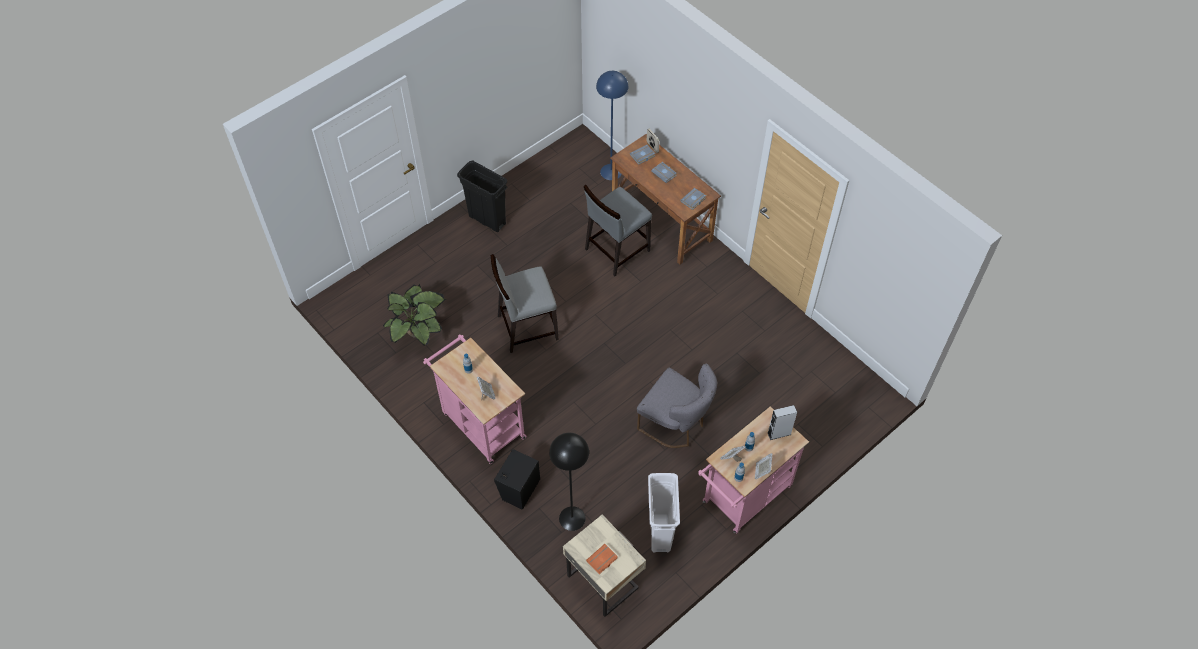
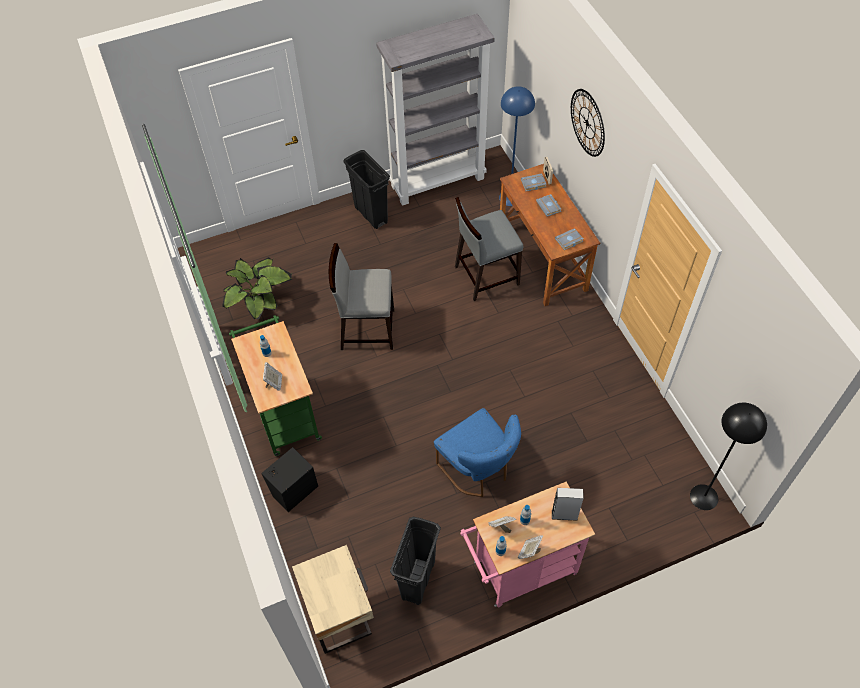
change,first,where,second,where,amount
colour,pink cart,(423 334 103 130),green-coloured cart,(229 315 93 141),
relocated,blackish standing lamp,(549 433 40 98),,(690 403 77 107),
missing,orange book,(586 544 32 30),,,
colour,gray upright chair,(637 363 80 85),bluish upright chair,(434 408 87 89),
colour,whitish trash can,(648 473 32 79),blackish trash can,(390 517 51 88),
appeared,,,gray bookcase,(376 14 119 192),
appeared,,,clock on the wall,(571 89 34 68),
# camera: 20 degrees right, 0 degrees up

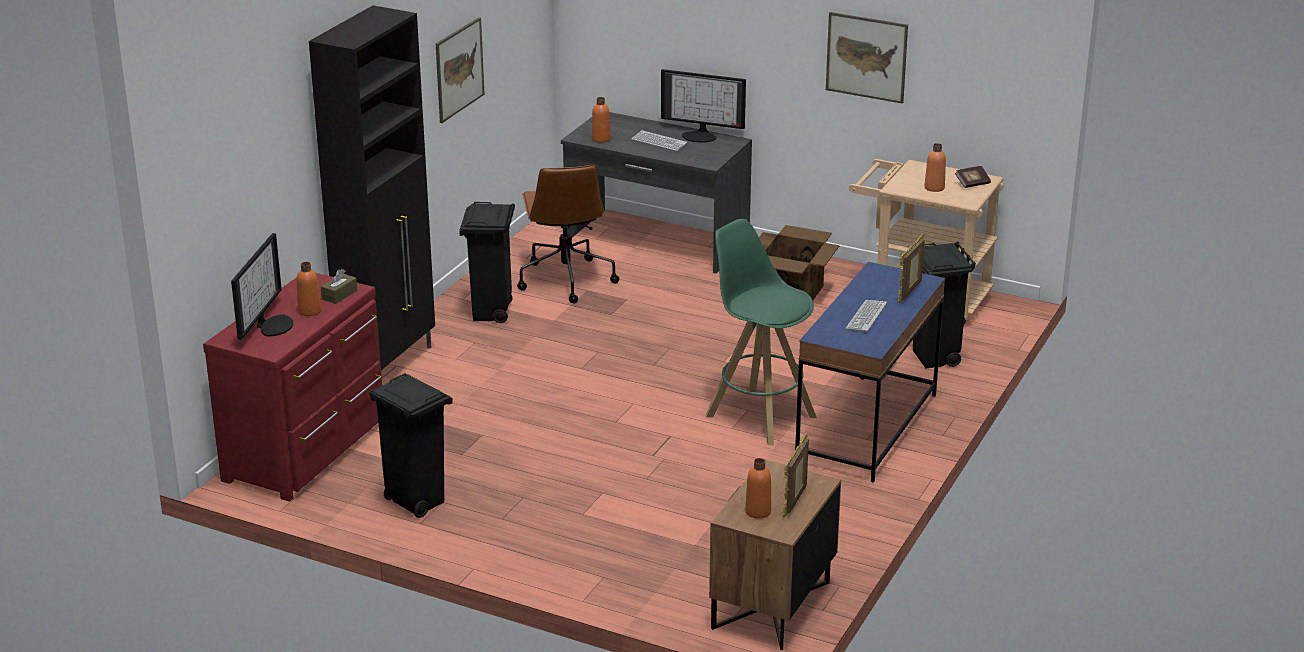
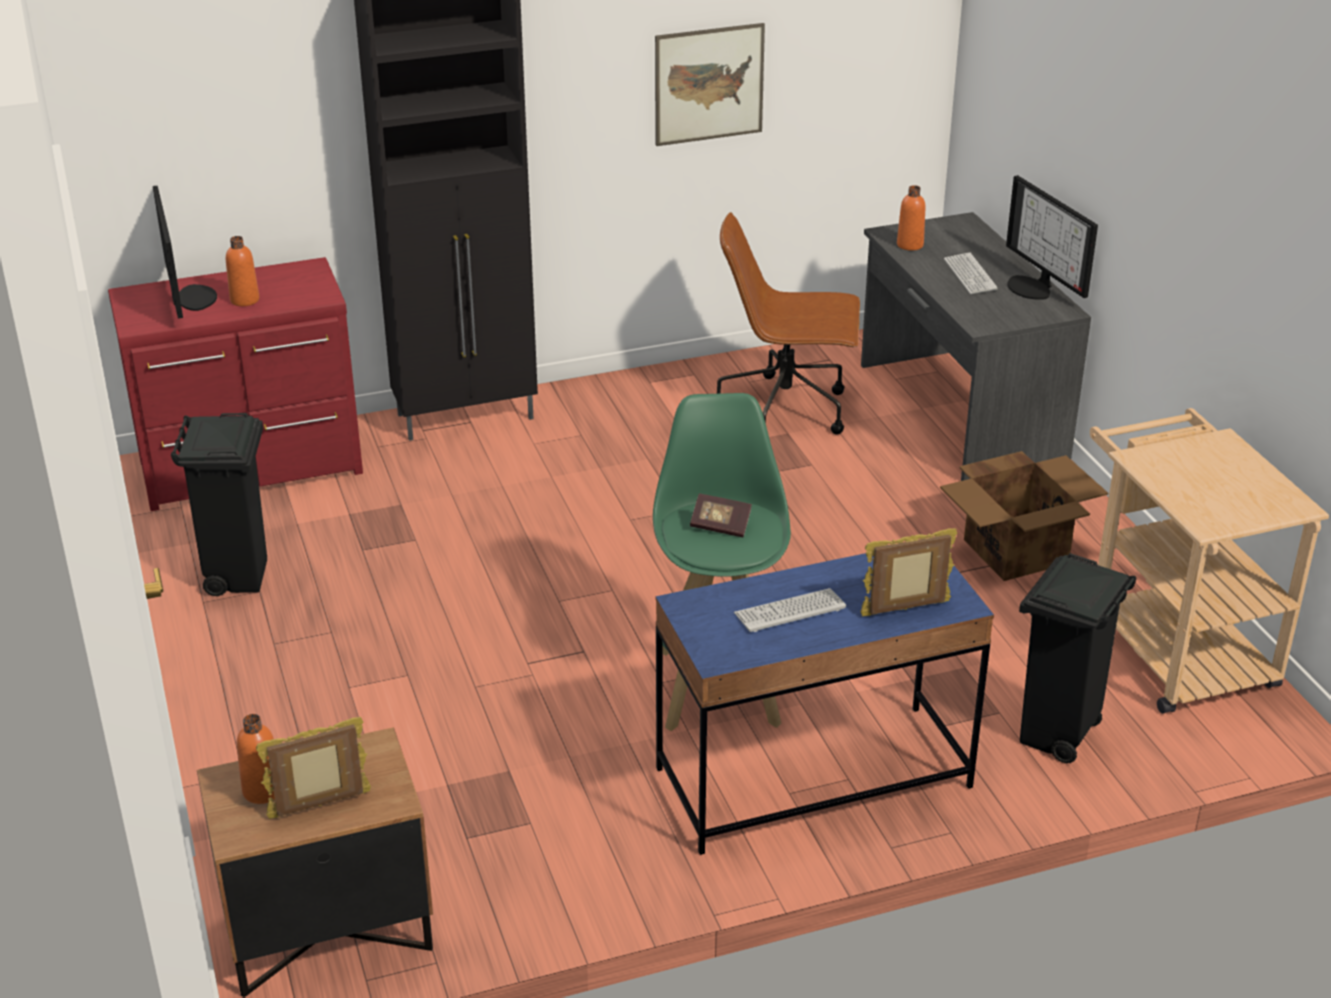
change,first,where,second,where,amount
spun,monitor,(231 233 62 107),,(153 186 64 133),75 degrees counterclockwise
missing,brownish box of tissues,(321 269 36 35),,,
missing,blackish trash can,(459 202 56 121),,,
spun,brownish computer chair,(517 165 102 138),,(717 212 143 223),60 degrees clockwise
missing,wall art,(826 12 82 92),,,
missing,orange drink bottle,(925 143 21 49),,,
relocated,book,(955 166 36 22),,(690 494 62 43),
# camera: 45 degrees right, 5 degrees up

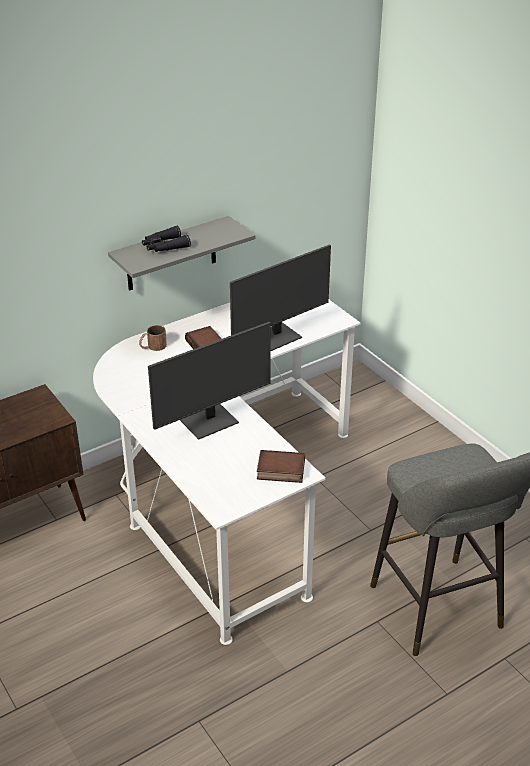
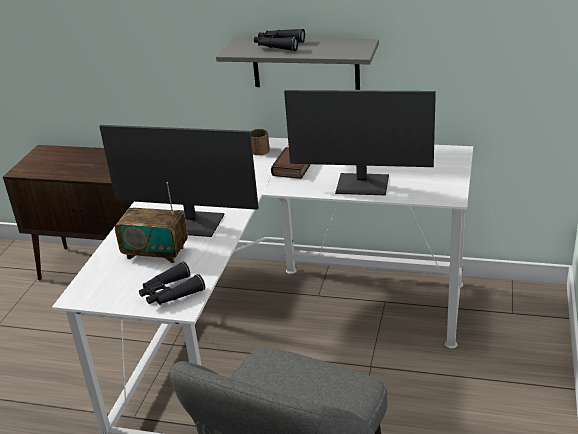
change,first,where,second,where,amount
exchanged,book,(257 450 48 33),blackish binoculars,(139 261 66 44),
appeared,,,radio receiver,(115 182 73 81),
# camera: 50 degrees right, 5 degrees down

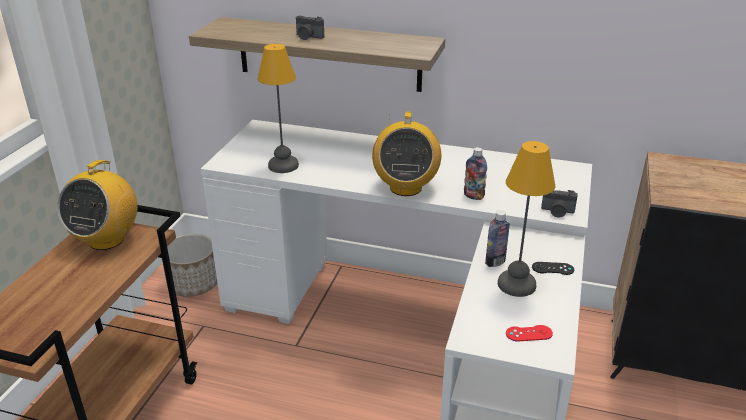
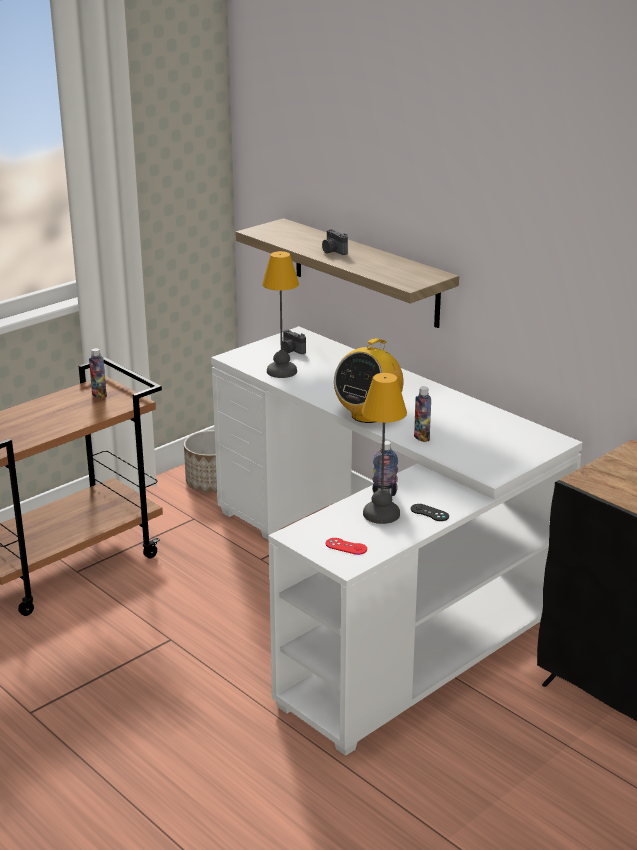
change,first,where,second,where,amount
exchanged,radio receiver,(57 160 80 90),drink bottle,(89 348 18 51),
relocated,still camera,(541 190 37 27),,(282 330 24 24),
# camera: 30 degrees right, 5 degrees down

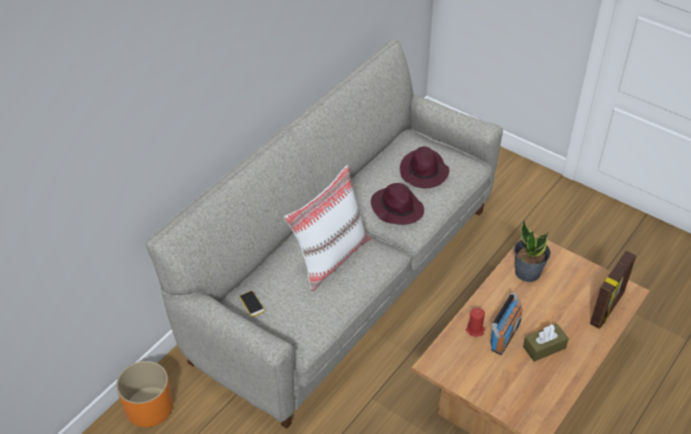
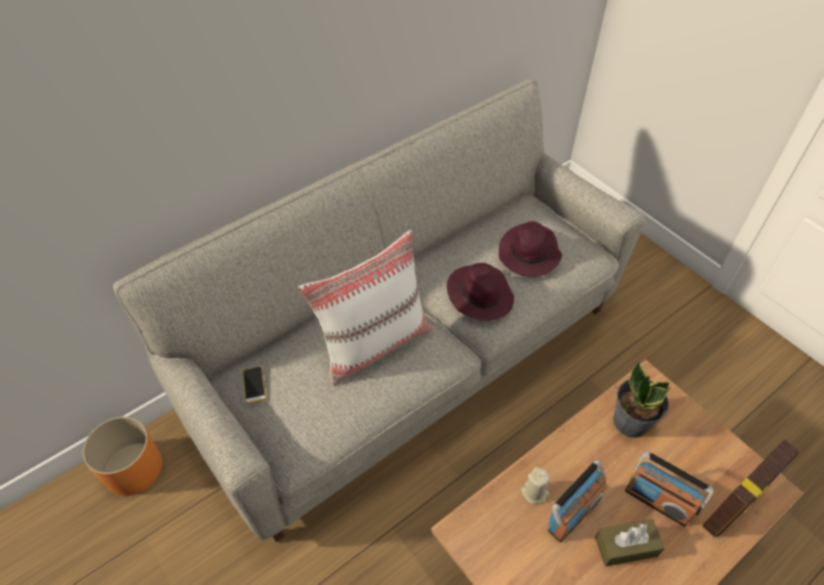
change,first,where,second,where,amount
colour,red candle,(466 308 19 29),sand-coloured candle,(521 467 30 37),
appeared,,,radio receiver,(625 450 89 77),
# camera: 15 degrees right, 5 degrees up

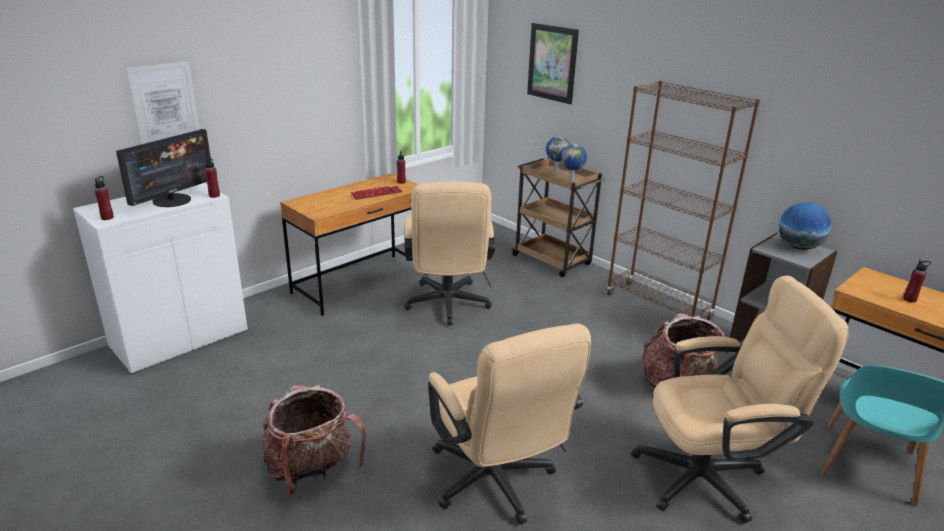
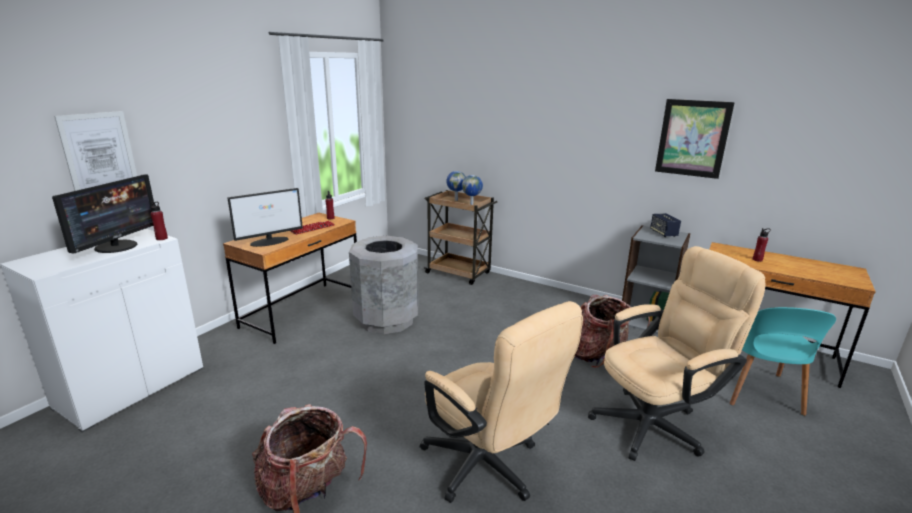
change,first,where,second,where,amount
missing,red drink bottle,(95 176 19 44),,,
exchanged,sand-coloured computer chair,(404 181 91 144),gray trash can,(349 236 69 98),
relocated,wall art,(527 23 52 81),,(655 99 80 80),
missing,brownish bookcase,(606 81 154 239),,,
exchanged,globe,(779 202 52 48),audio speaker,(650 213 31 24),
appeared,,,monitor,(227 188 76 59),
# camera: 15 degrees left, 5 degrees down

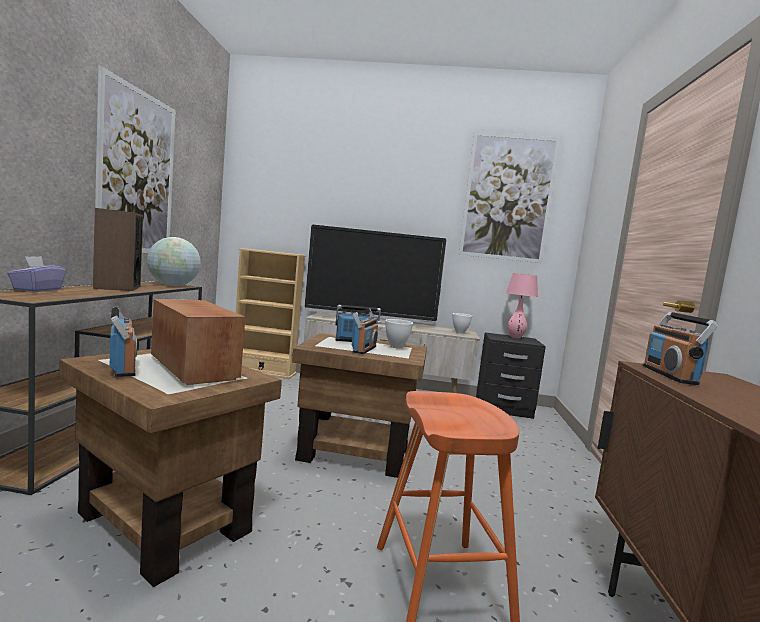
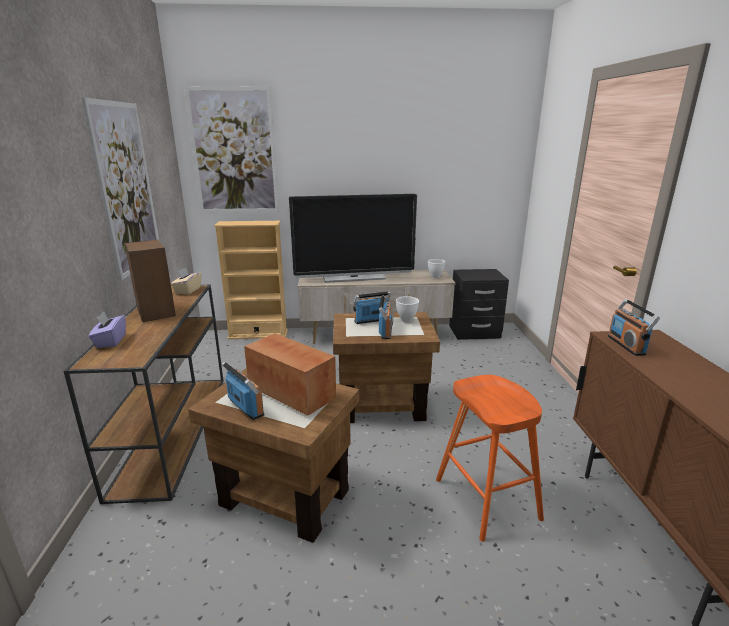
change,first,where,second,where,amount
exchanged,globe,(147 237 54 49),sand-coloured box of tissues,(171 267 30 28),
relocated,wall art,(458 131 103 132),,(184 86 95 127),
missing,pink table lamp,(506 273 32 65),,,
# camera: 10 degrees left, 15 degrees up

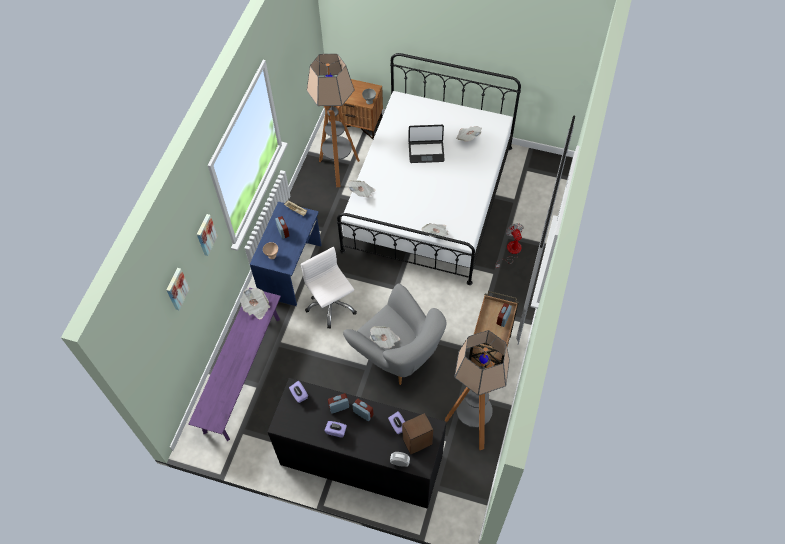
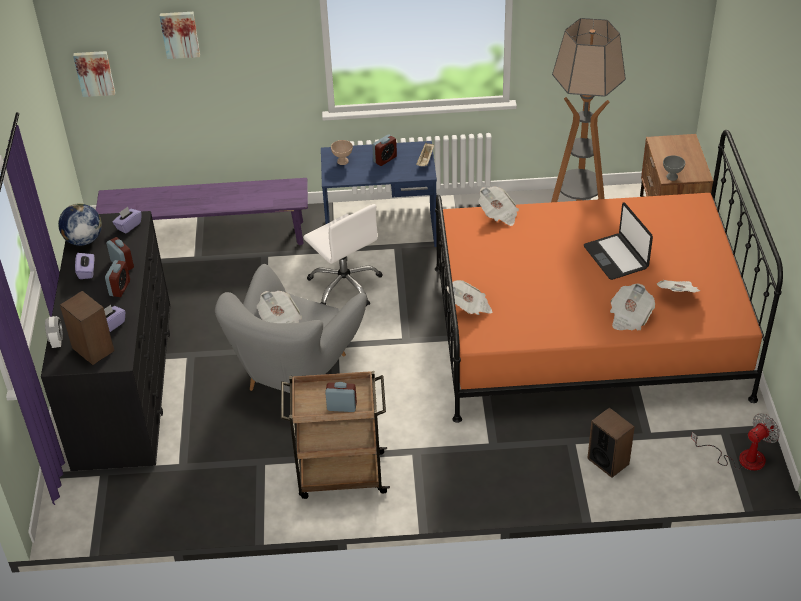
change,first,where,second,where,amount
relocated,wall art,(197 214 21 42),,(73 51 42 46),
relocated,newspaper,(240 288 30 32),,(610 283 45 47),
spun,whitish computer chair,(301 247 56 82),,(303 204 80 102),105 degrees clockwise
colour,whitish sleeping bed,(337 53 184 232),orange sleeping bed,(435 130 348 293),
missing,standing lamp,(445 330 65 120),,,
relocated,electric fan,(495 223 29 45),,(691 413 89 58),
appeared,,,globe,(58 203 44 43),
appeared,,,audio speaker,(587 407 48 71),
# camera: 70 degrees right, 15 degrees down

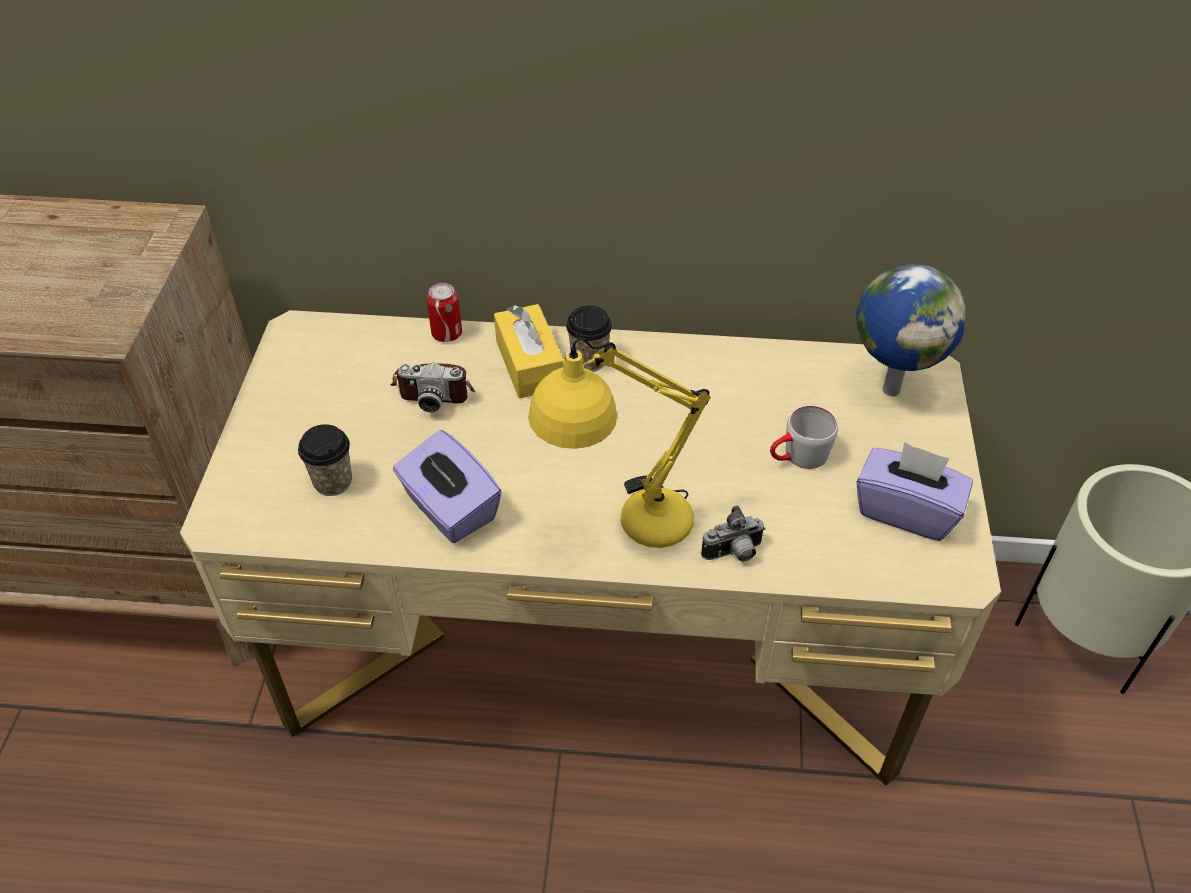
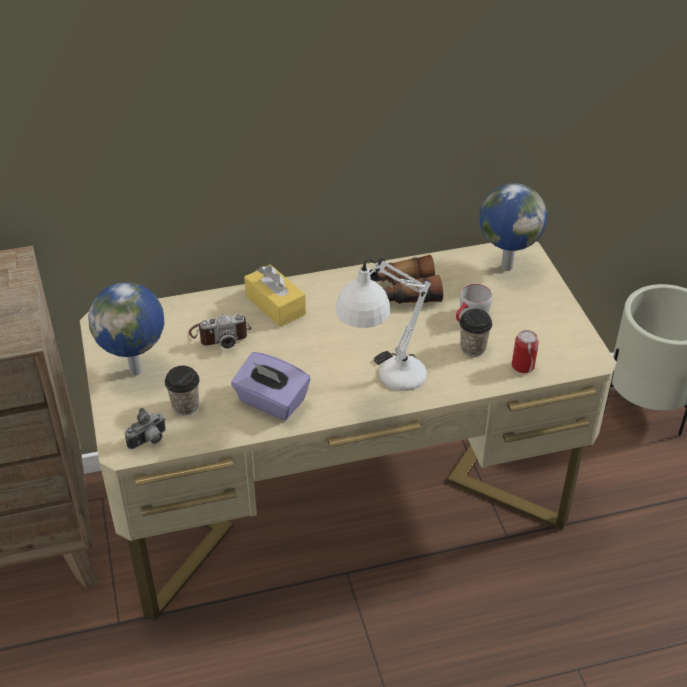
change,first,where,second,where,amount
relocated,can,(427 283 35 59),,(512 330 27 43),
colour,yellow table lamp,(528 338 183 210),whitish table lamp,(335 257 96 134),
relocated,drinking cup,(566 305 46 67),,(459 309 33 47),
relocated,still camera,(701 505 64 57),,(125 408 41 41),
missing,purplish box of tissues,(856 442 117 99),,,
appeared,,,globe,(88 282 76 94),
appeared,,,binoculars,(370 255 73 49),
# camera: 20 degrees left, 5 degrees down

